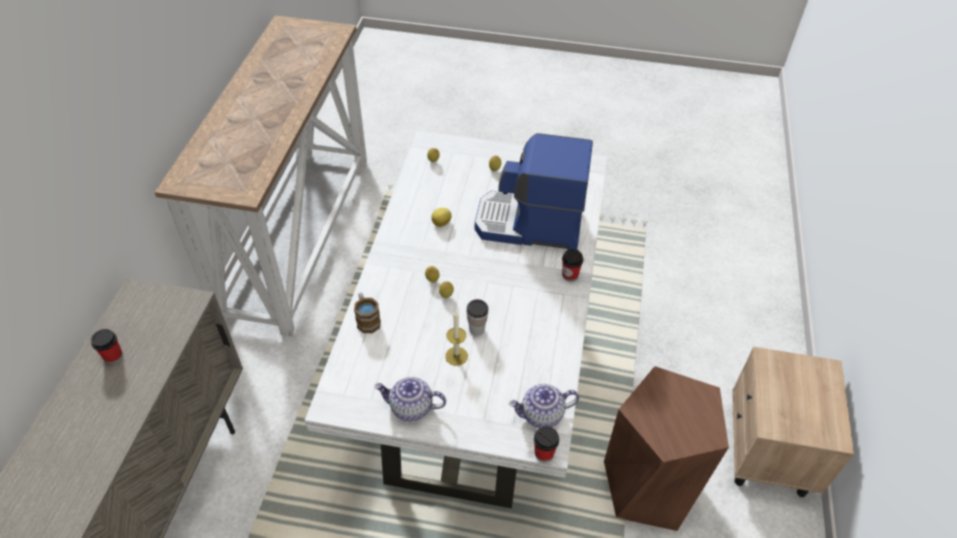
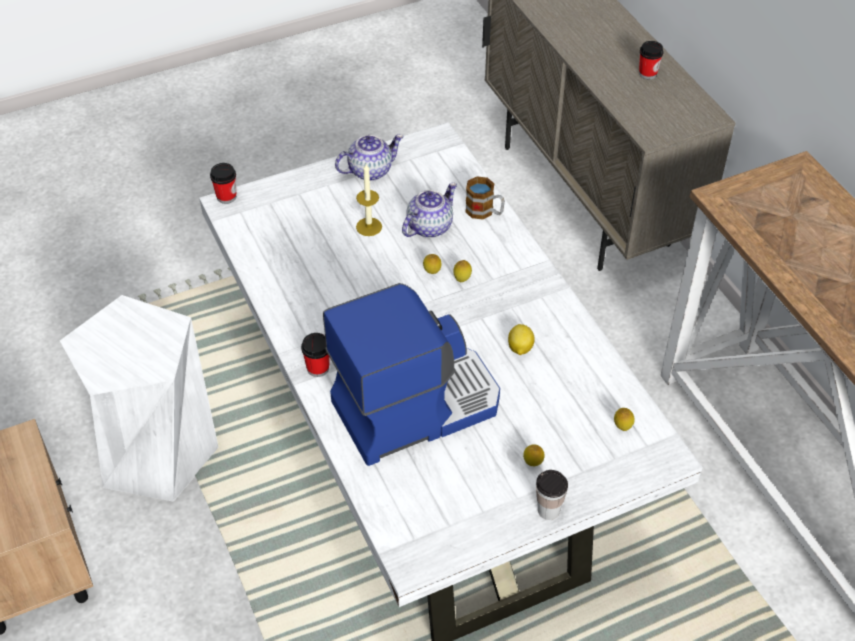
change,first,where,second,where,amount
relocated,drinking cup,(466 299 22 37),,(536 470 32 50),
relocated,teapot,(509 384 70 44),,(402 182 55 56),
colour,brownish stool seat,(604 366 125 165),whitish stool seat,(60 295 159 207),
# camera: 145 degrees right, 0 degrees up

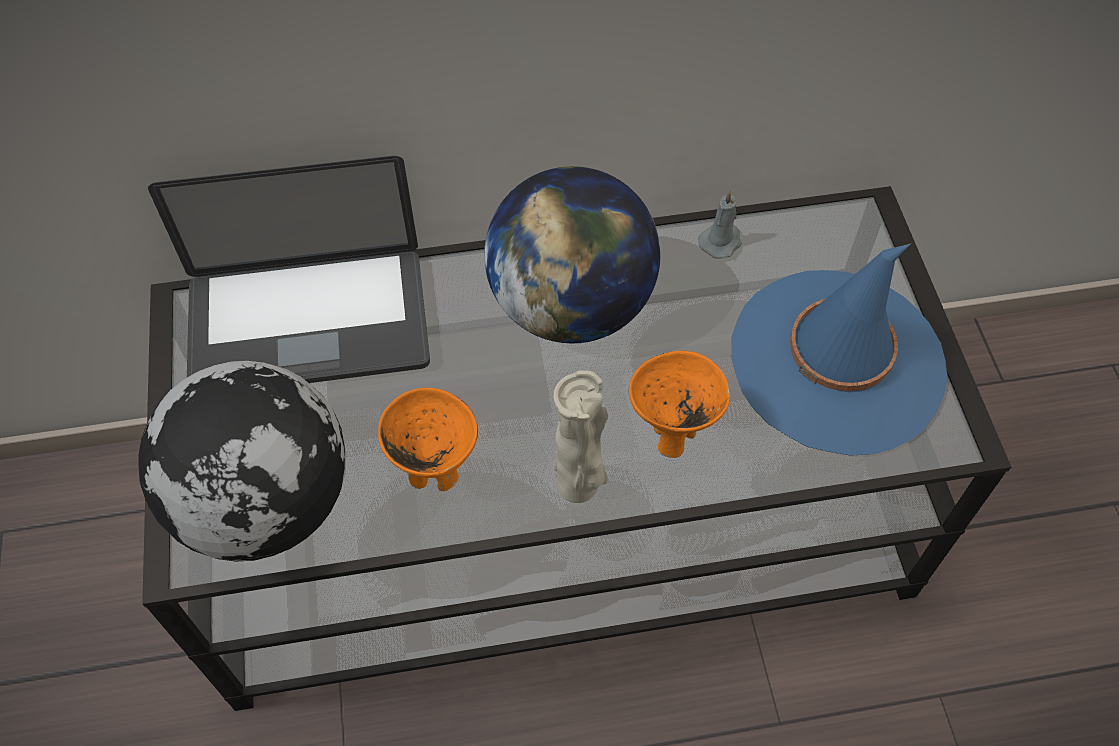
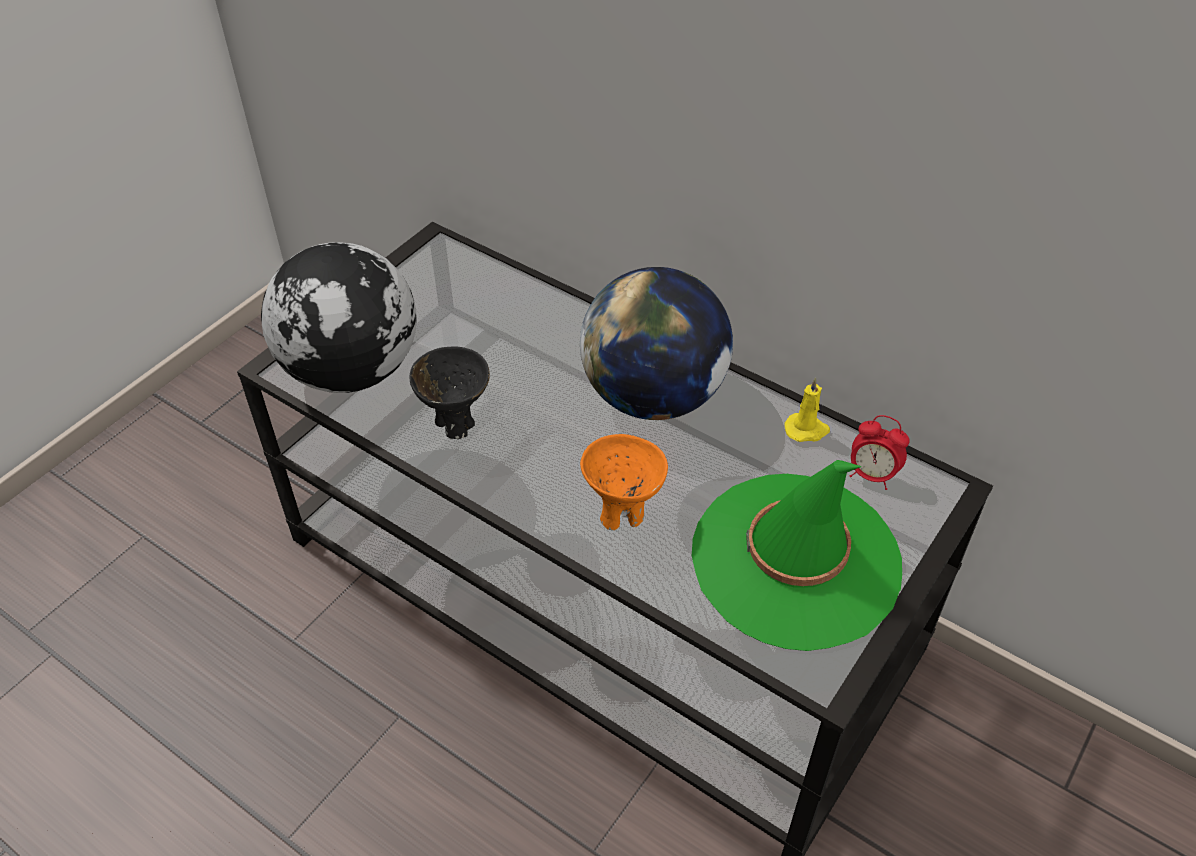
change,first,where,second,where,amount
missing,laptop,(148 156 282 227),,,
colour,orange deep dish,(378 388 100 103),blackish deep dish,(410 346 80 93),
missing,sand-coloured flower vase,(553 370 55 133),,,
colour,gray candle,(698 190 44 69),yellow candle,(785 378 45 64),
colour,bluish hat,(731 243 217 213),green-coloured hat,(692 460 210 191),
appeared,,,alarm clock,(850 415 60 75),
# camera: 45 degrees right, 10 degrees down

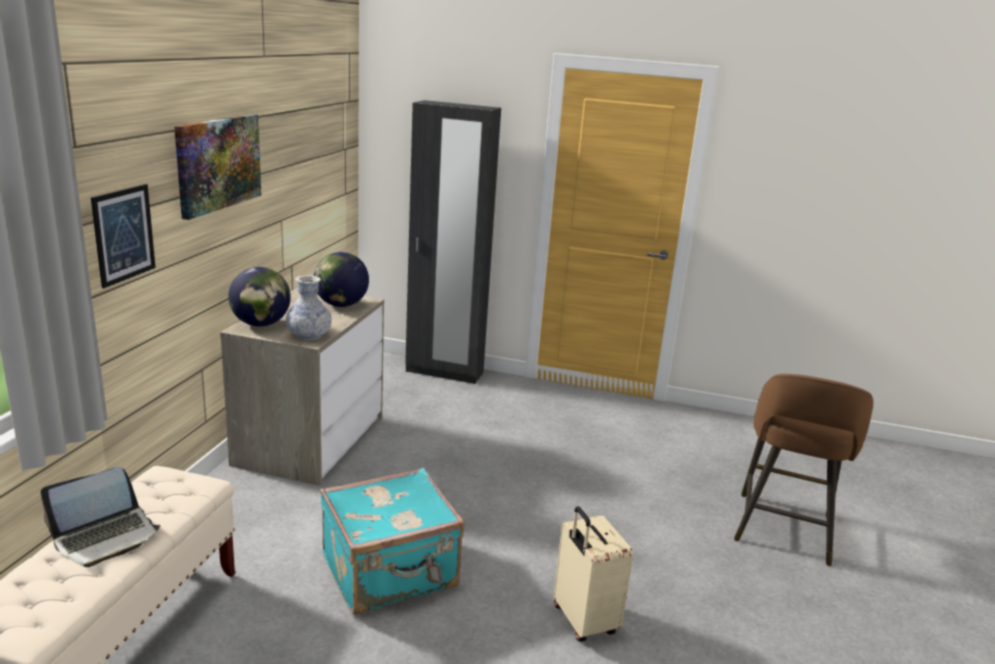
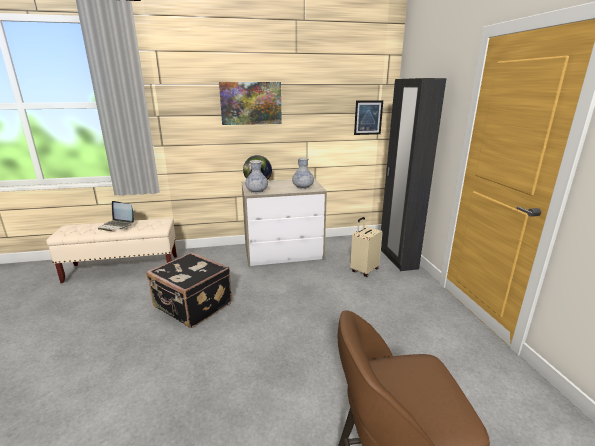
change,first,where,second,where,amount
relocated,wall art,(91 184 65 104),,(354 100 29 35),
exchanged,globe,(313 252 56 55),flower vase,(292 157 22 32),
colour,turquoise-coloured travel case,(320 468 144 147),blackish travel case,(146 252 86 76),
relocated,sand-coloured travel case,(554 506 79 136),,(350 217 33 60),
# camera: 65 degrees right, 0 degrees up

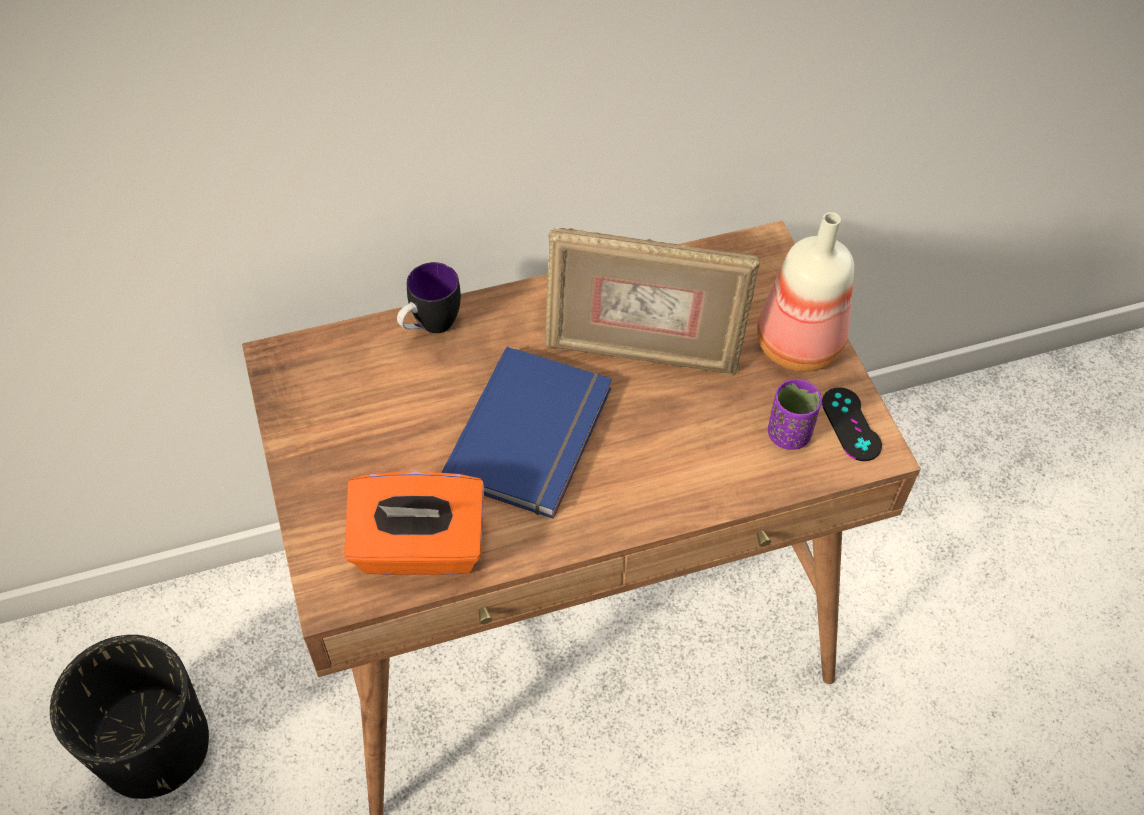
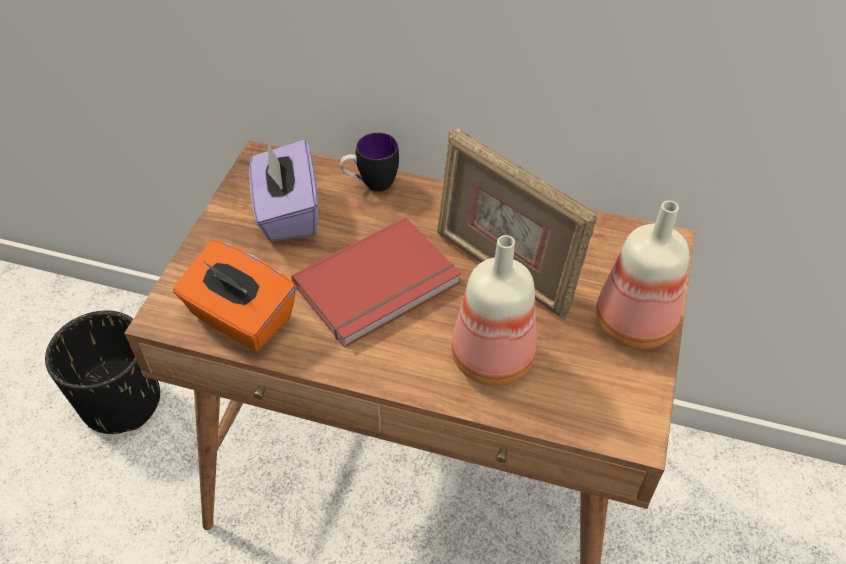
change,first,where,second,where,amount
colour,bluish book,(442 347 170 172),red book,(291 217 170 131),
missing,purplish drinking cup,(768 379 54 71),,,
missing,blackish game controller,(822 387 60 74),,,
appeared,,,purplish box of tissues,(249 140 69 101),
appeared,,,drink bottle,(451 235 86 151),
# camera: 35 degrees right, 5 degrees down

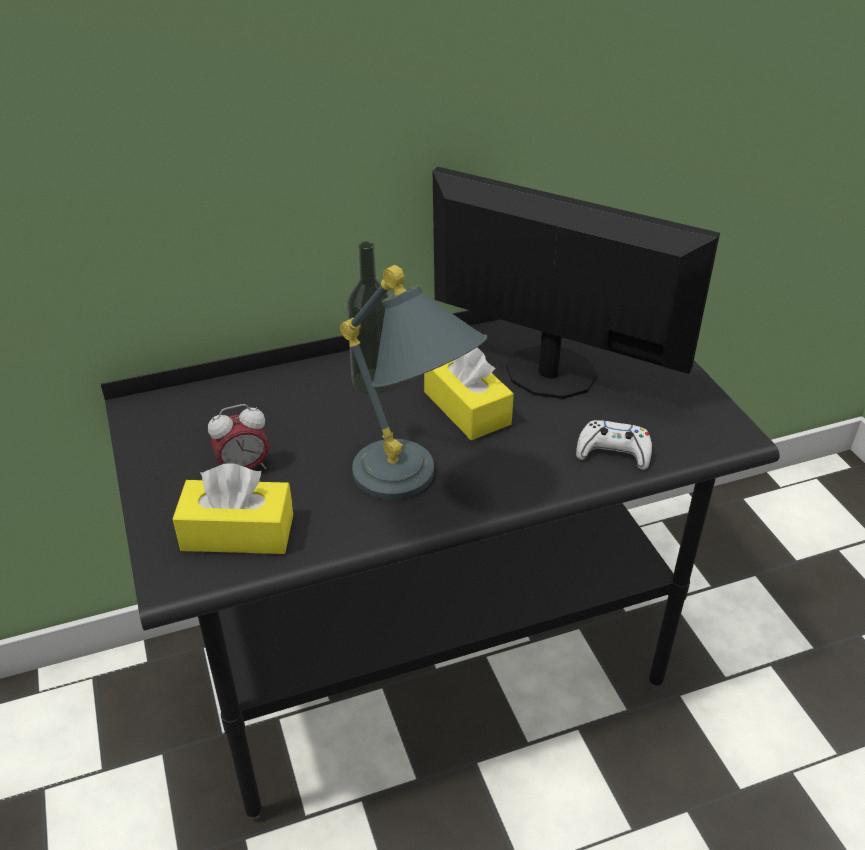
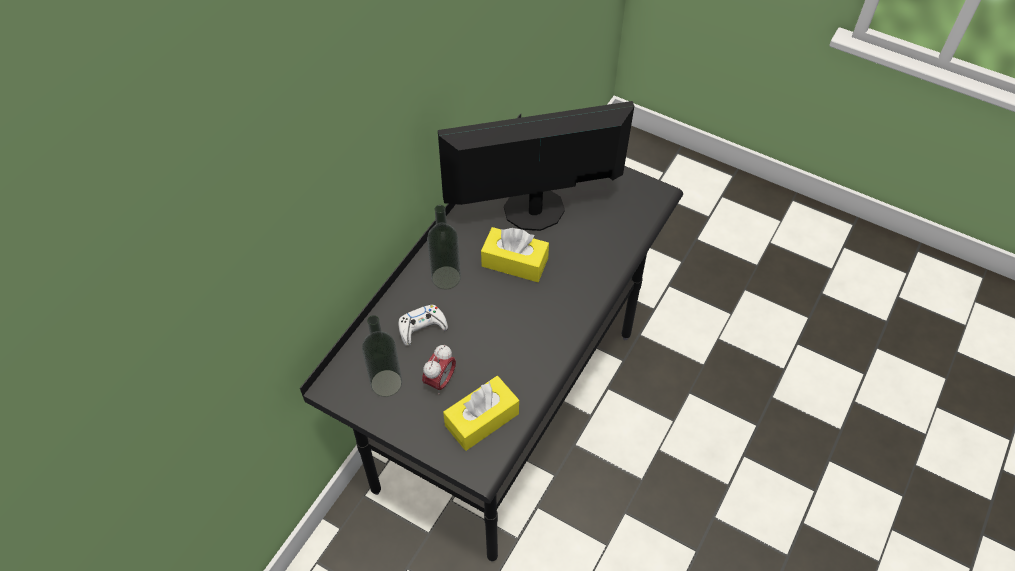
change,first,where,second,where,amount
missing,gray table lamp,(340 265 147 235),,,
relocated,whitish game controller,(576 420 76 50),,(398 304 50 42),
appeared,,,drink bottle,(362 315 40 82),
# camera: 40 degrees left, 15 degrees up

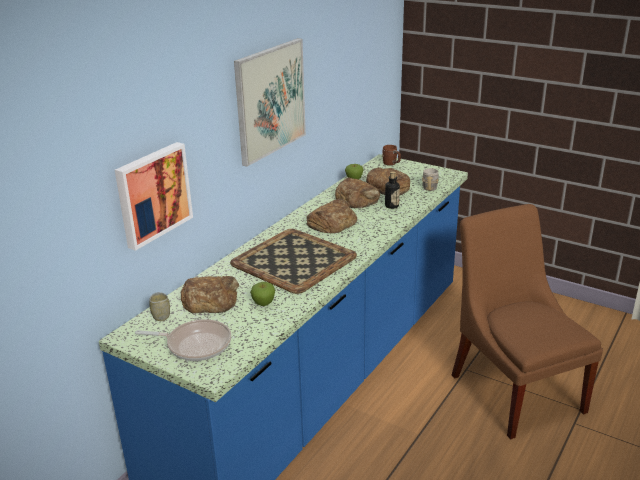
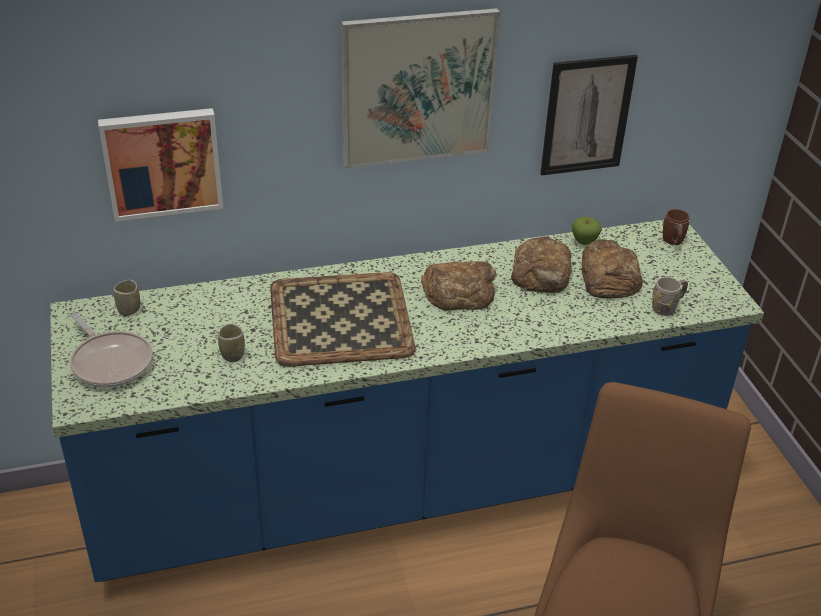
change,first,where,second,where,amount
missing,bread,(181 276 58 37),,,
exchanged,apple,(250 282 25 24),drinking cup,(218 324 27 38),
missing,drink bottle,(385 171 15 38),,,
appeared,,,wall art,(540 55 98 121),
# camera: 40 degrees right, 10 degrees up

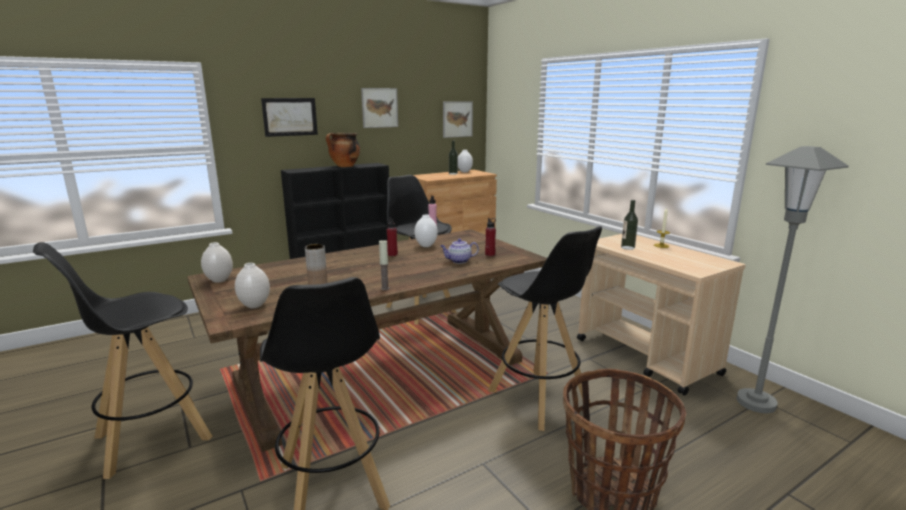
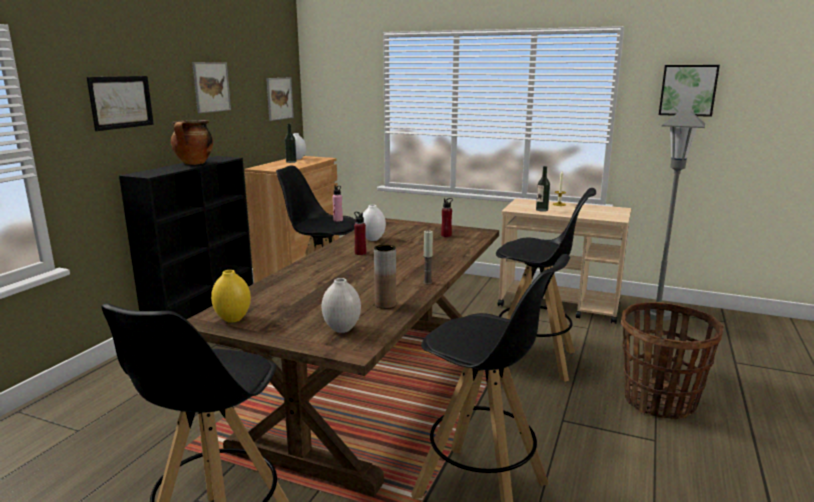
change,first,where,second,where,amount
colour,whitish flower vase,(201 242 32 41),yellow flower vase,(211 270 40 53),
missing,teapot,(440 239 39 25),,,
appeared,,,wall art,(659 65 61 52),
# camera: 35 degrees left, 0 degrees up

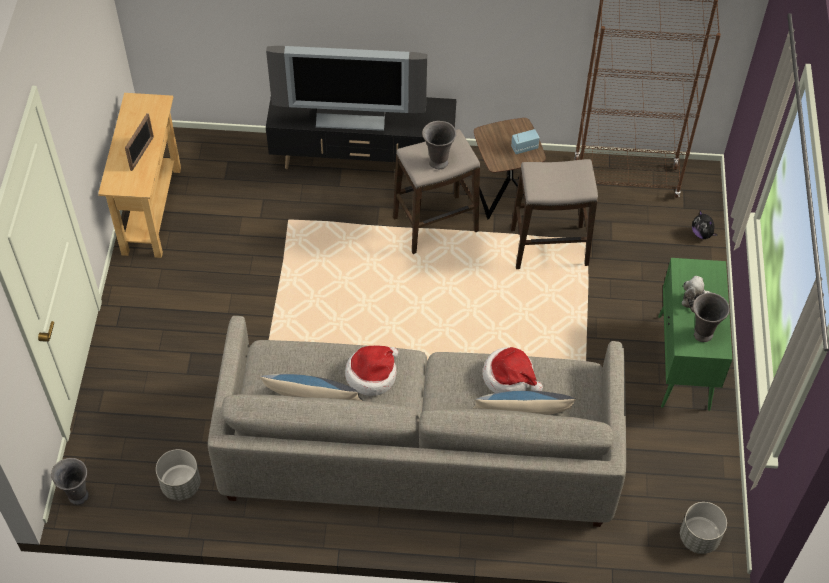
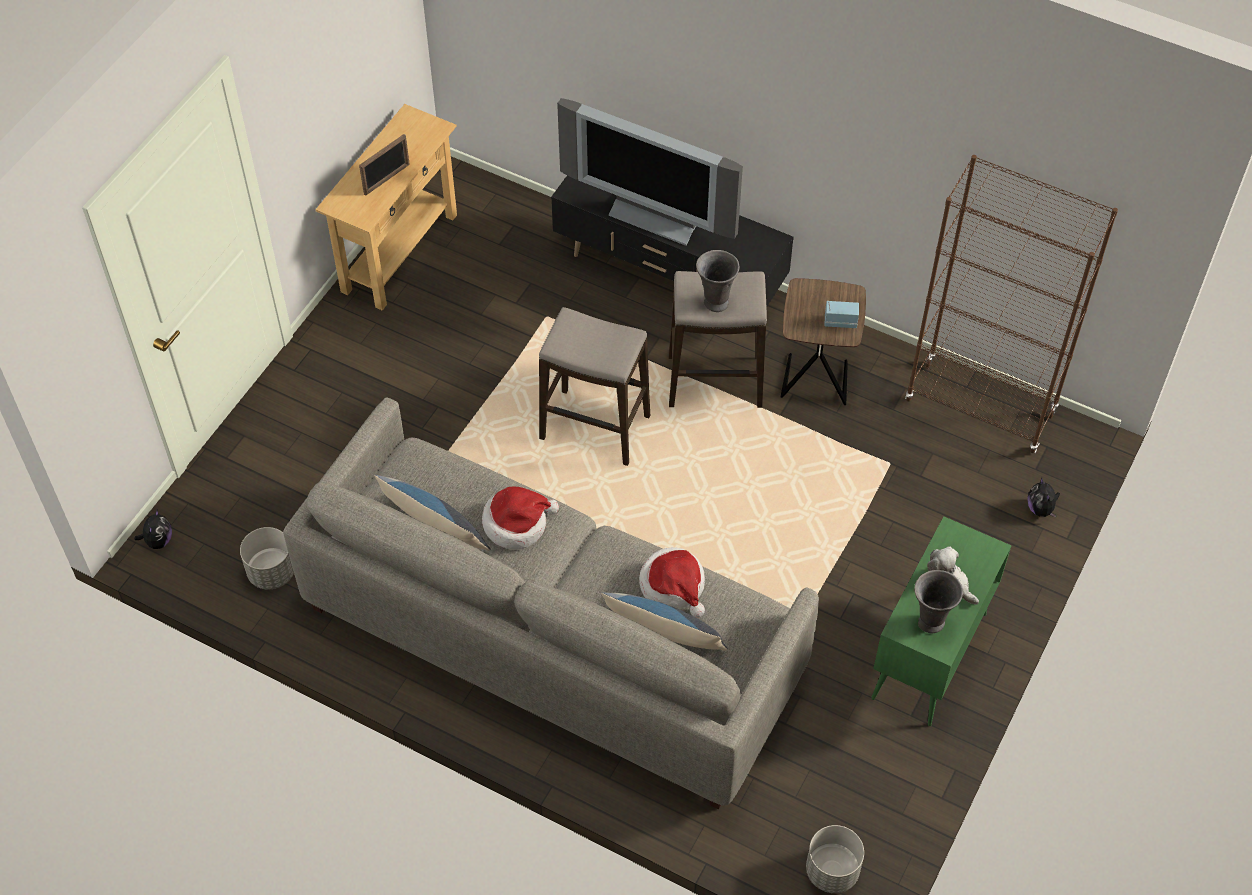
change,first,where,second,where,amount
exchanged,gray flower vase,(51 458 38 47),plush toy,(134 510 38 39),
relocated,stool seat,(511 159 87 110),,(539 307 111 159),
# camera: 25 degrees right, 0 degrees up

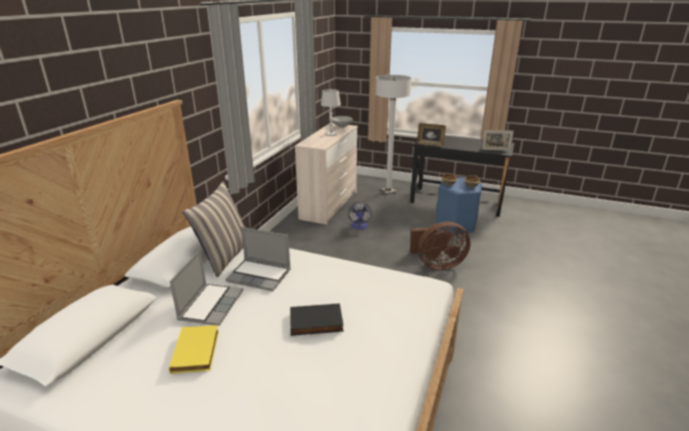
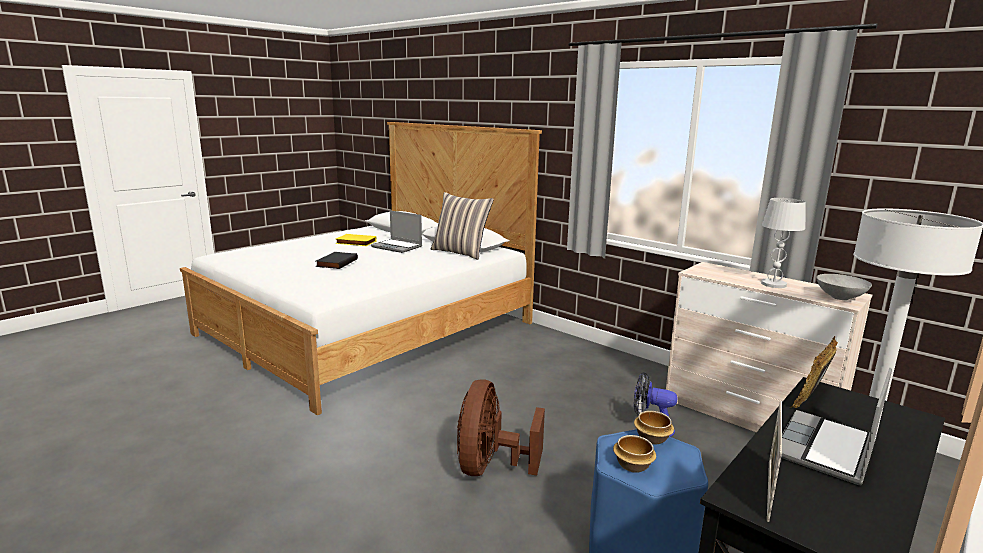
change,first,where,second,where,amount
relocated,laptop,(225 227 66 64),,(781 368 111 117),
# camera: 110 degrees right, 10 degrees down

